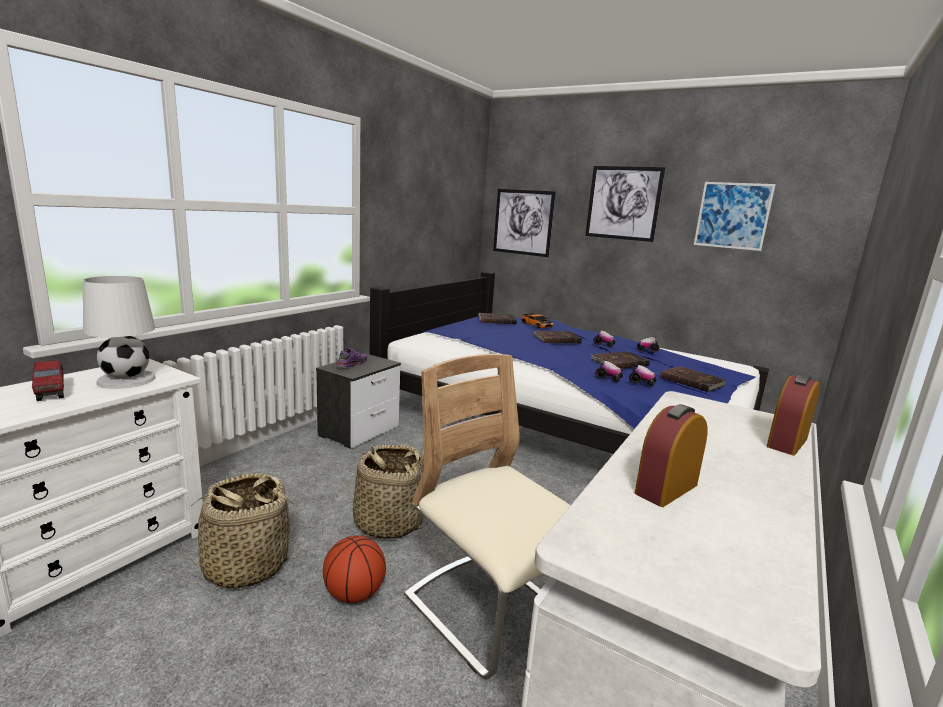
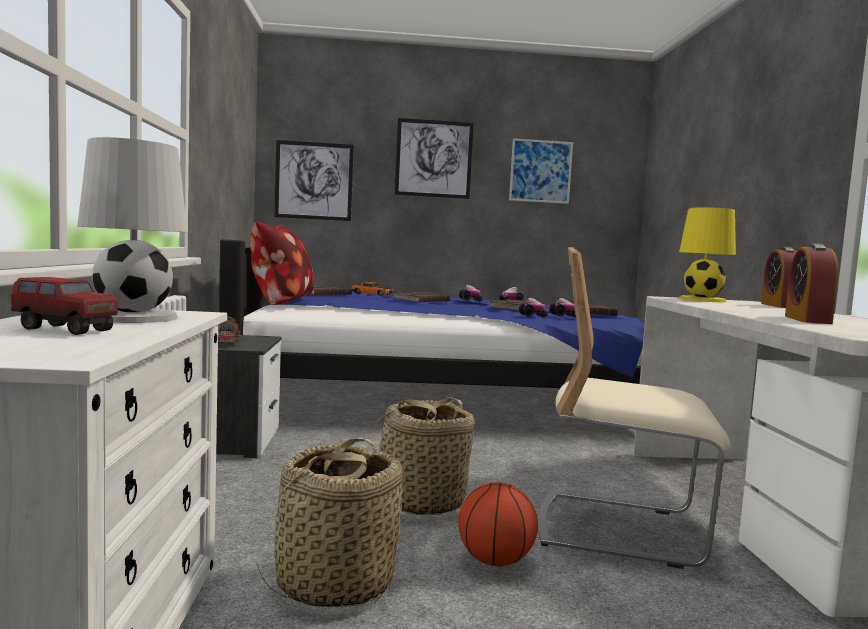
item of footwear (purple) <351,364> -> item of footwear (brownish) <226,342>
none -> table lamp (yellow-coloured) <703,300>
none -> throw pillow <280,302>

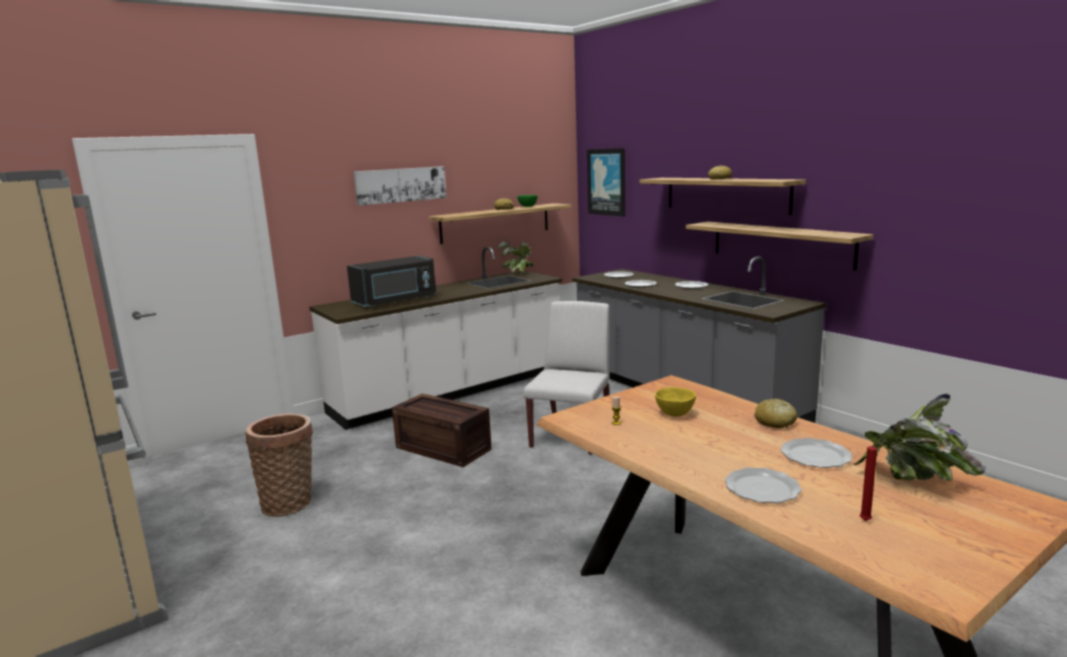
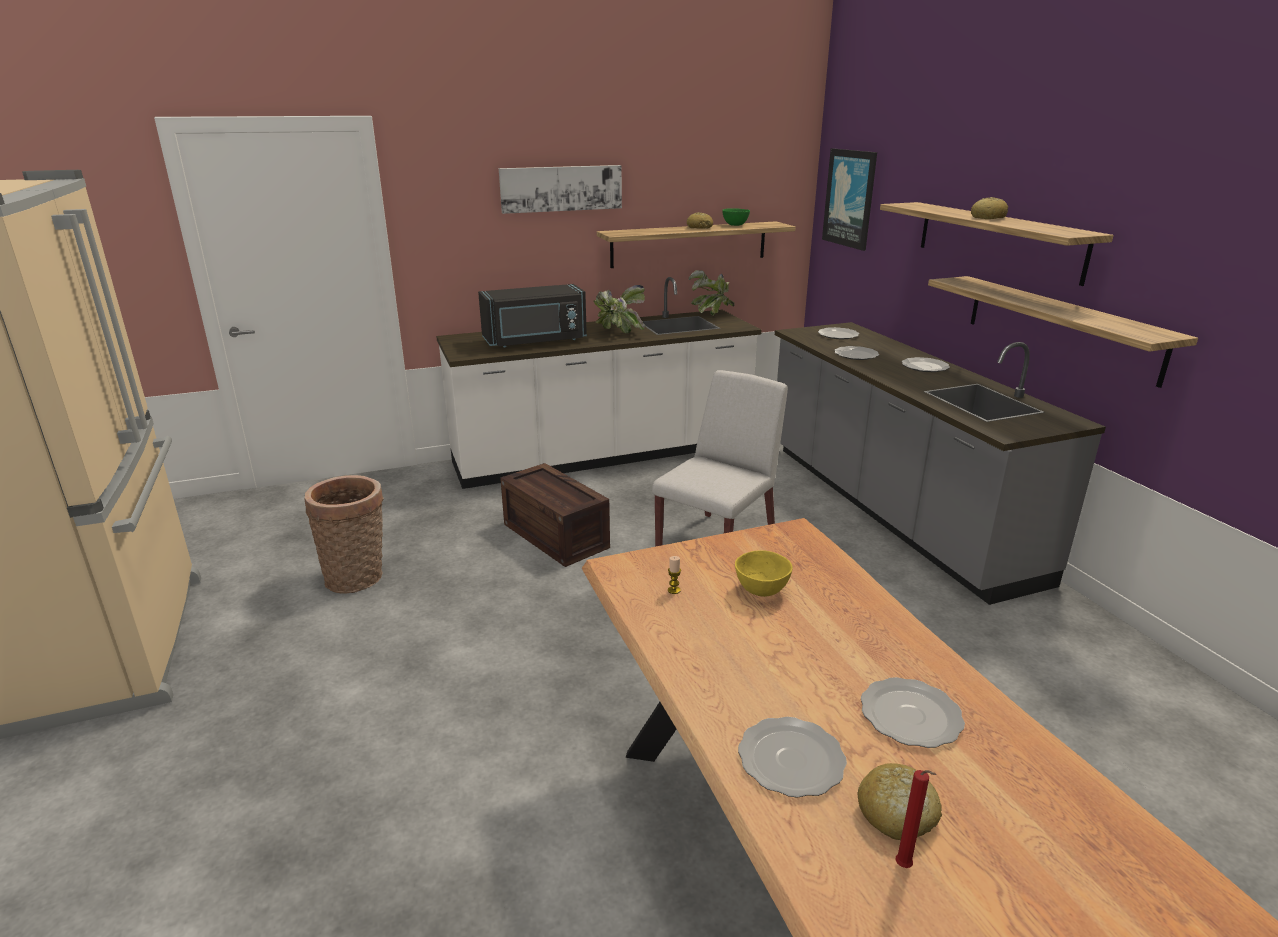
potted plant <912,482> -> potted plant <618,333>, relocated
bread <775,422> -> bread <896,813>, relocated

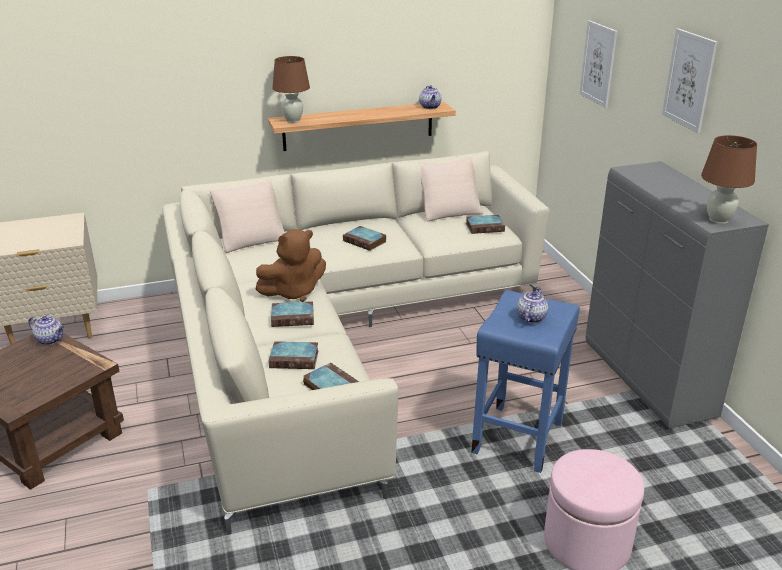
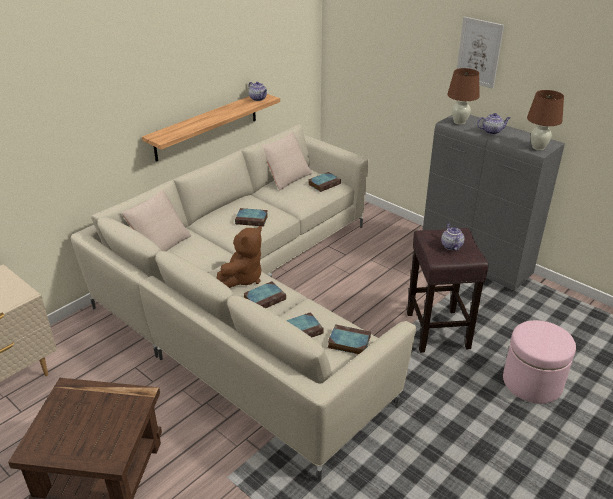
picture <598,64> -> none
table lamp (brownish) <293,120> -> table lamp (brownish) <459,122>, relocated
stool (blue-coloured) <518,436> -> stool (brownish) <437,330>
tea pot <50,340> -> tea pot <492,131>, relocated

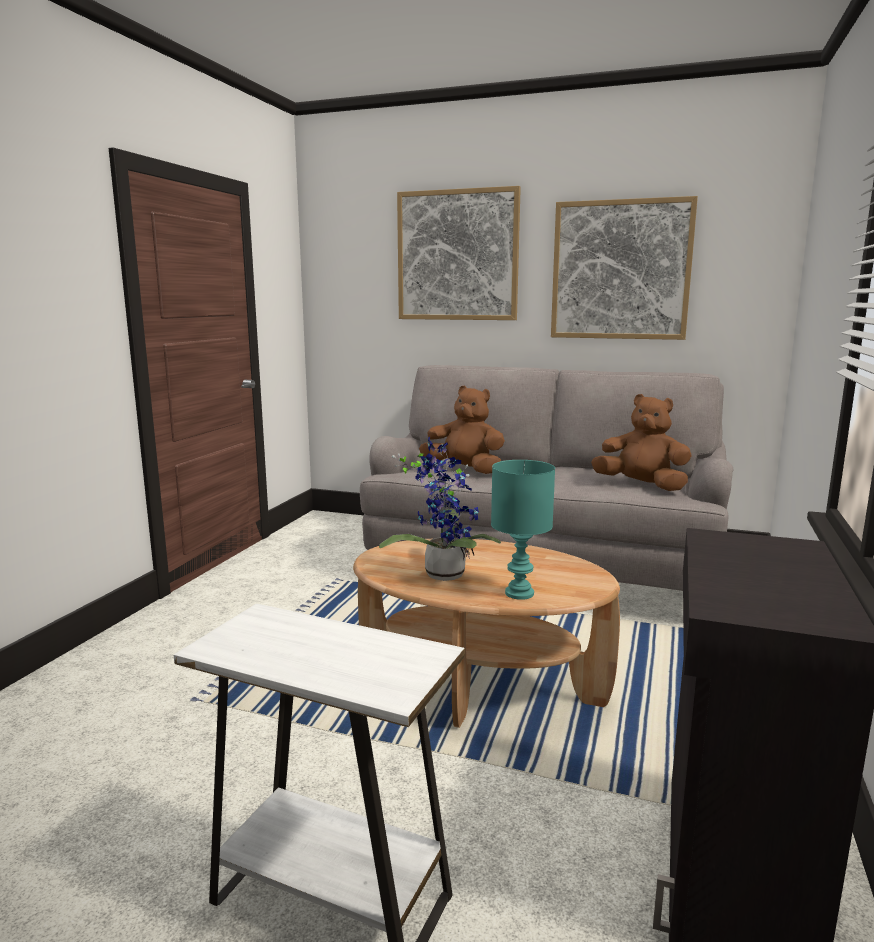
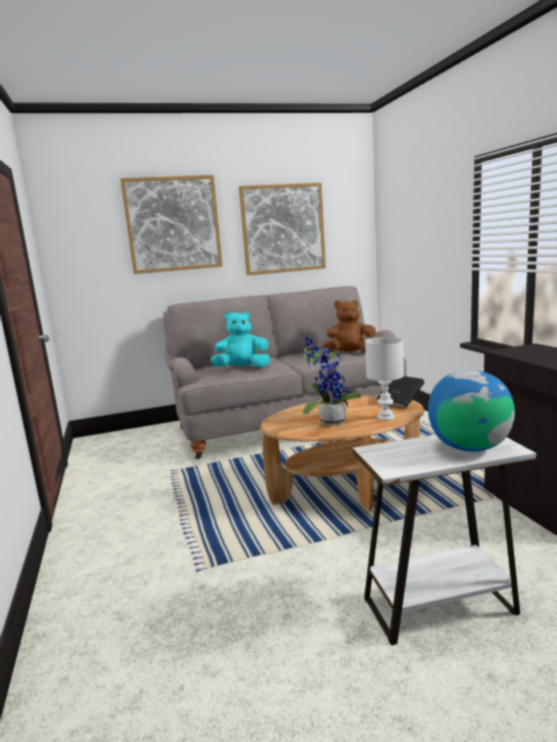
plush toy (brownish) <465,470> -> plush toy (blue-green) <242,368>
table lamp (blue-green) <520,593> -> table lamp (white-coloured) <385,417>
none -> world globe <469,447>
none -> bound book (blackish) <400,402>

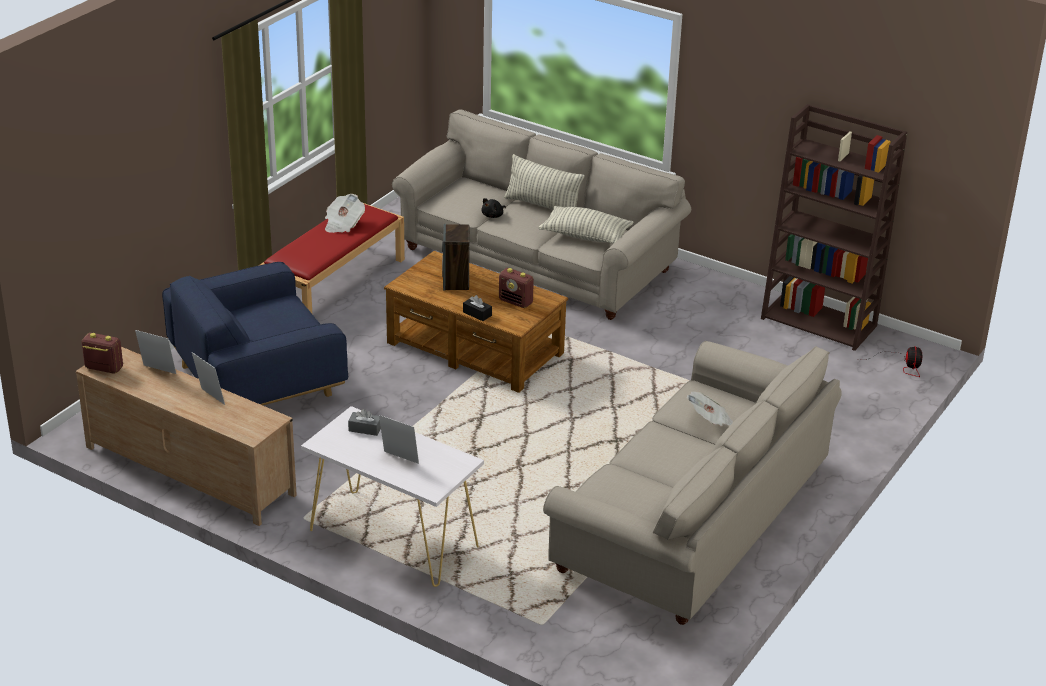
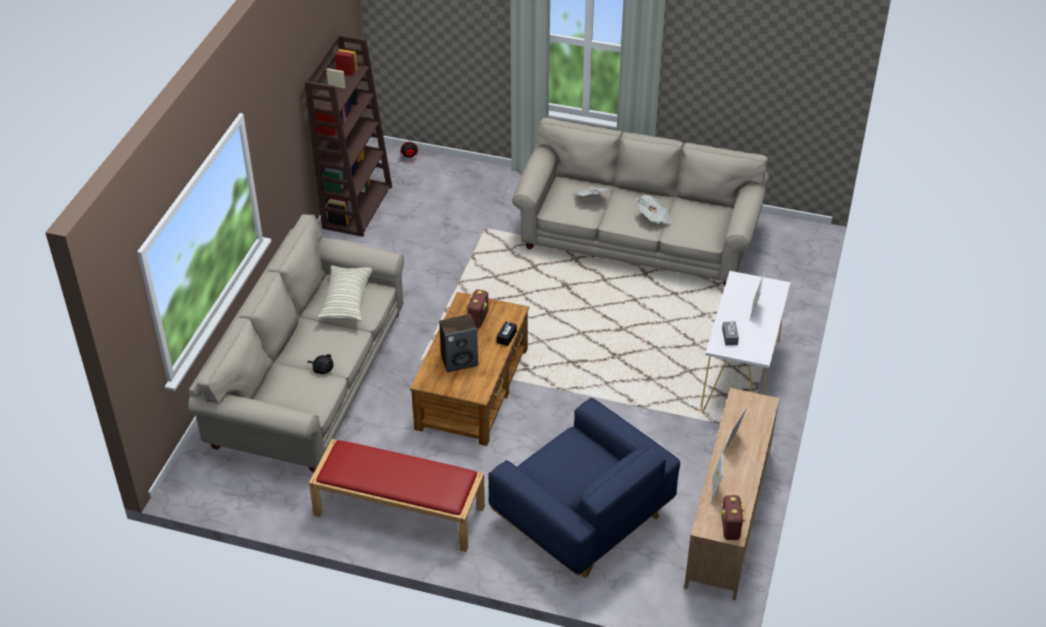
throw pillow <542,206> -> none
daily paper <343,224> -> daily paper <654,218>, relocated

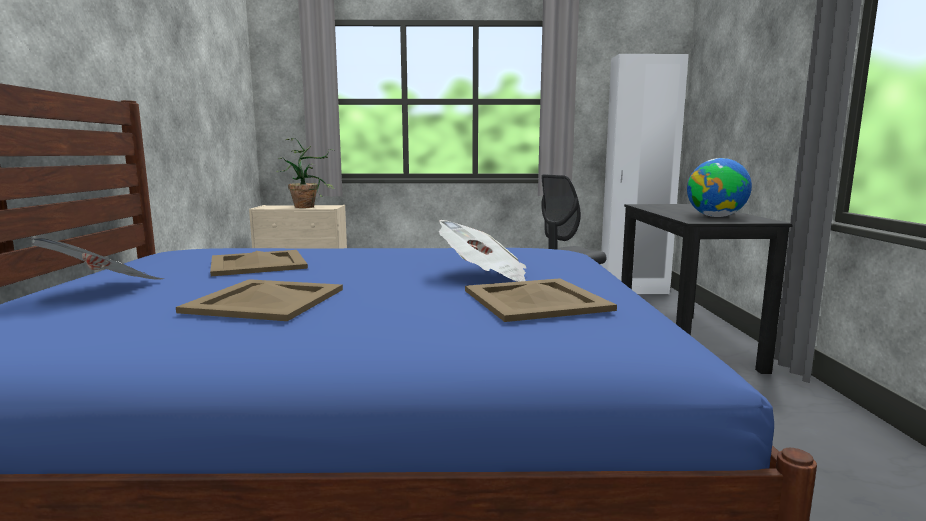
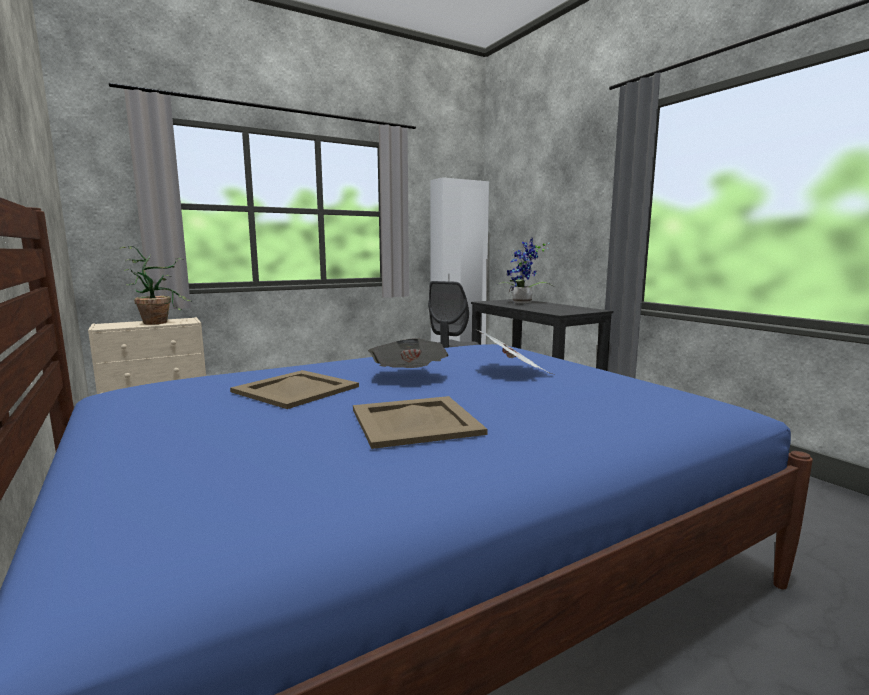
world globe <716,216> -> none
daily paper <104,288> -> daily paper <409,377>, relocated
tray (beige-coloured) <534,300> -> none
none -> potted plant <522,303>

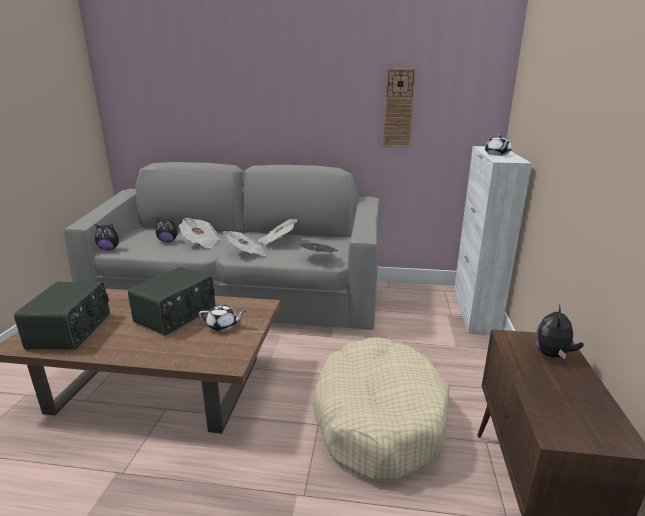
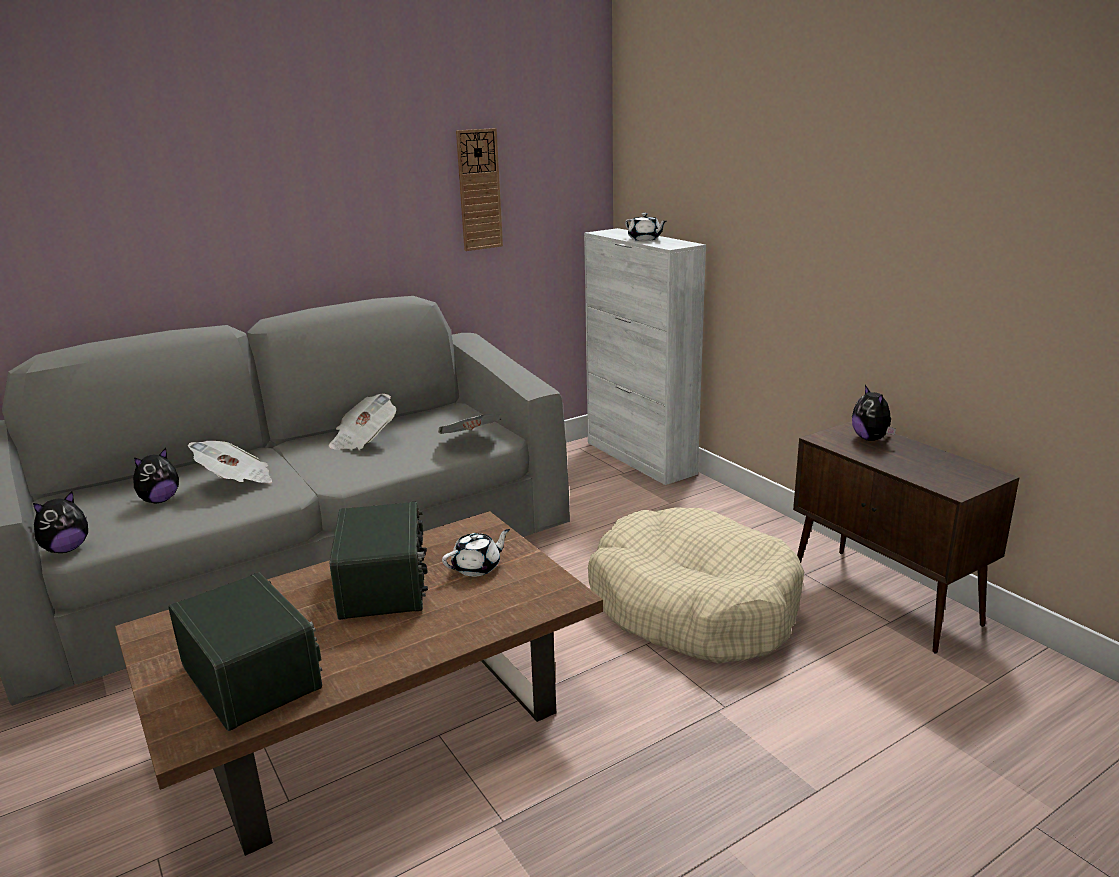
daily paper <246,253> -> none

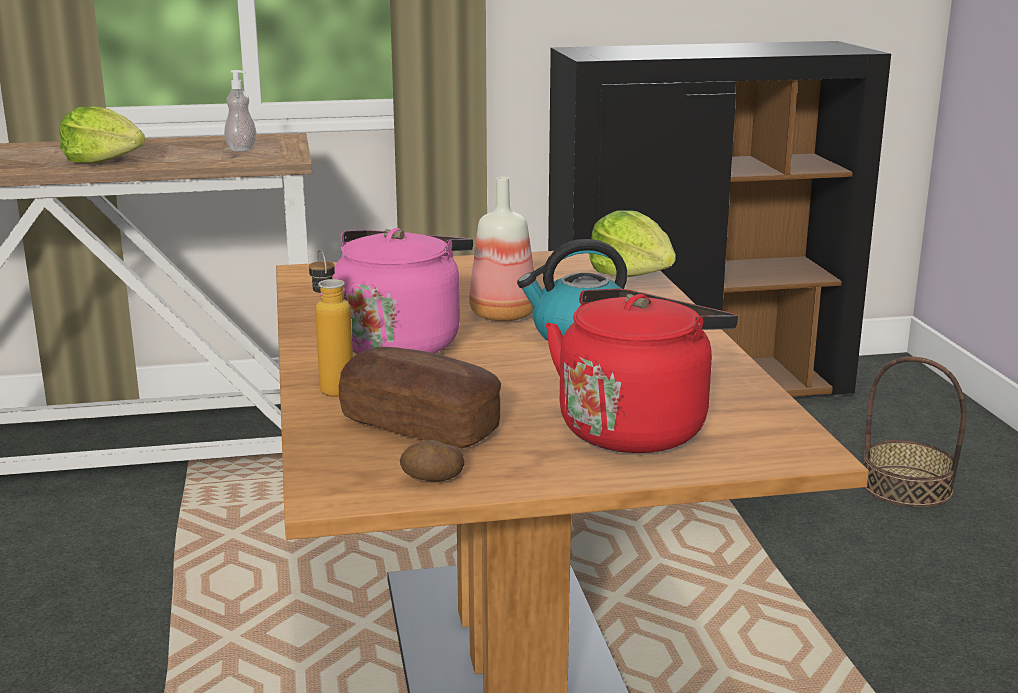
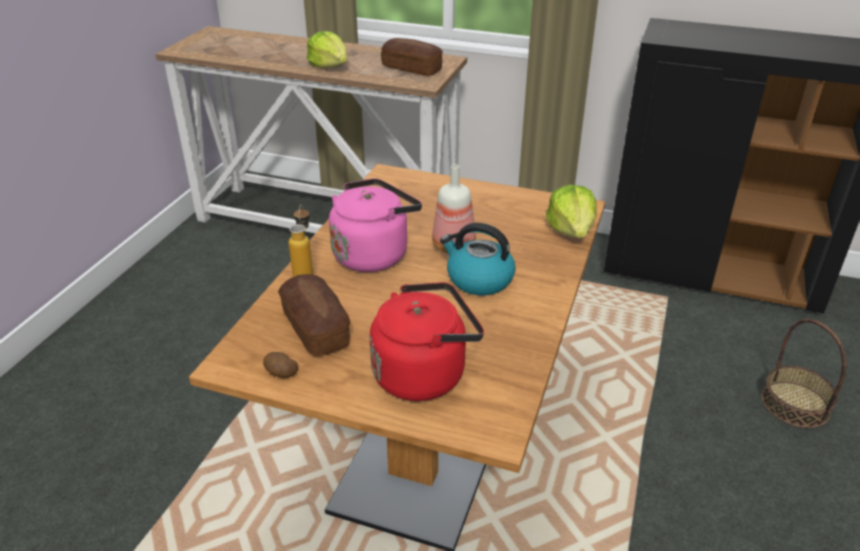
soap bottle <241,149> -> bread <411,68>

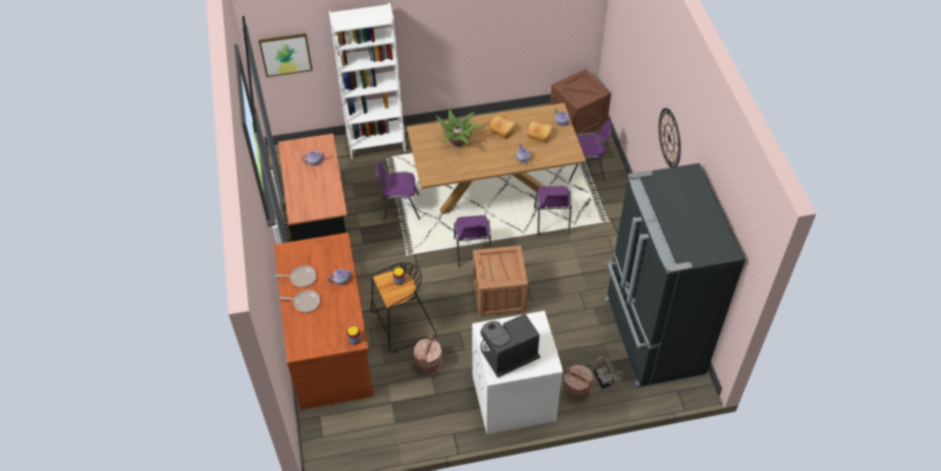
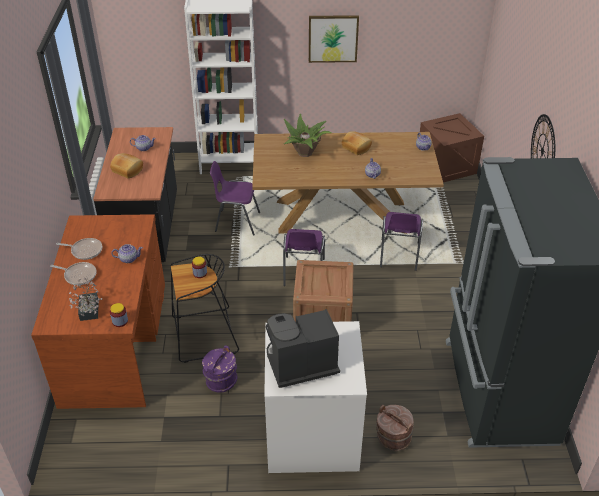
picture <285,54> -> picture <333,38>, relocated
bread <540,135> -> bread <128,170>, relocated
chair (purple) <586,169> -> none
bucket (brownish) <428,363> -> bucket (purple) <221,380>
potted plant <604,380> -> potted plant <88,312>, relocated

